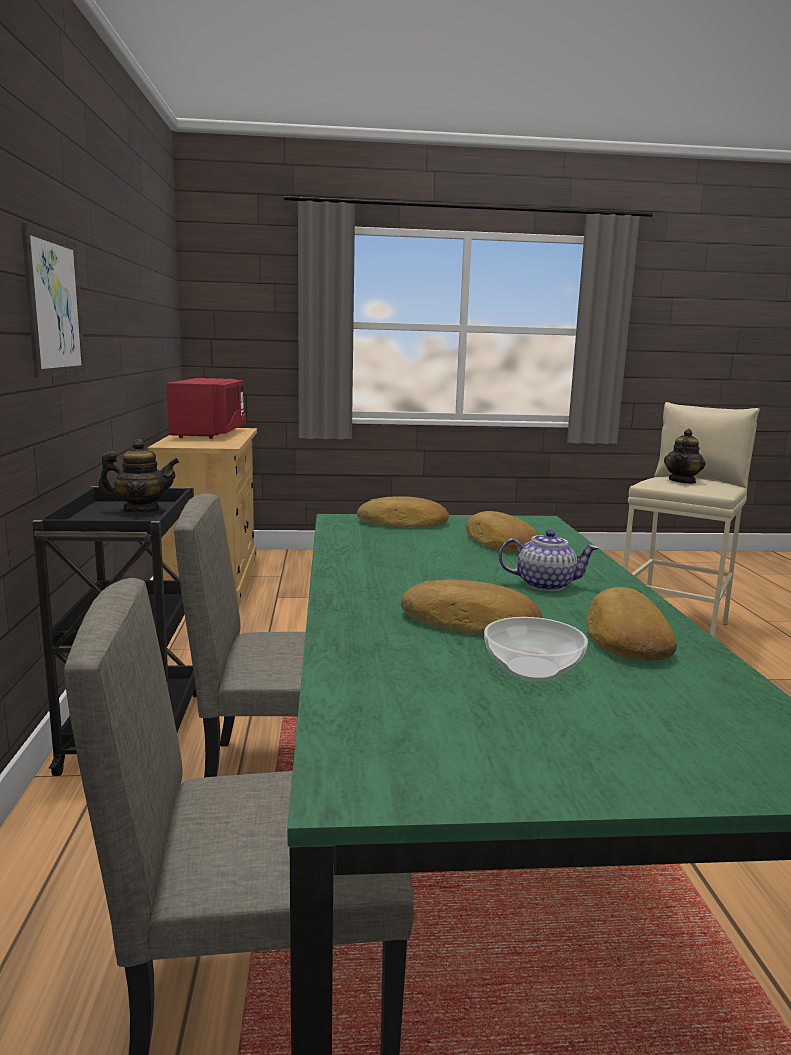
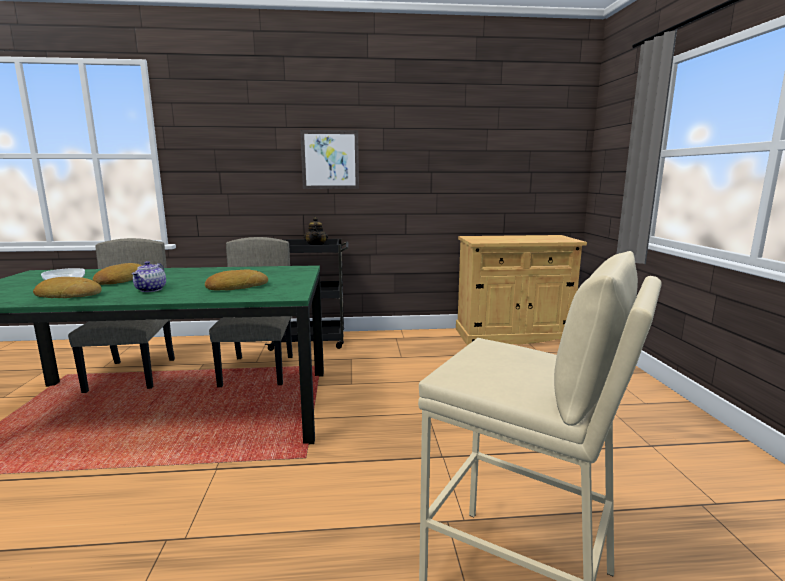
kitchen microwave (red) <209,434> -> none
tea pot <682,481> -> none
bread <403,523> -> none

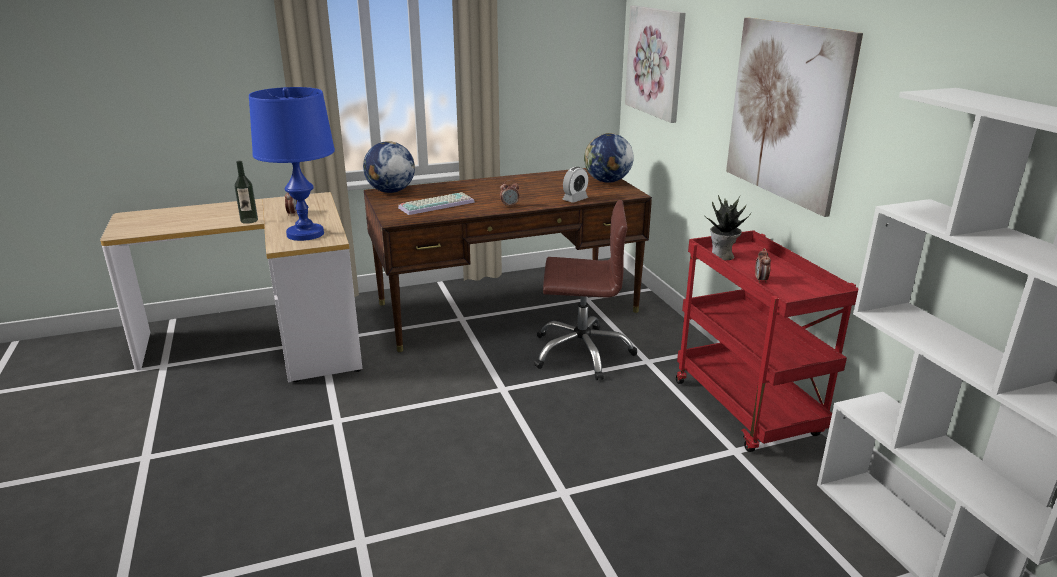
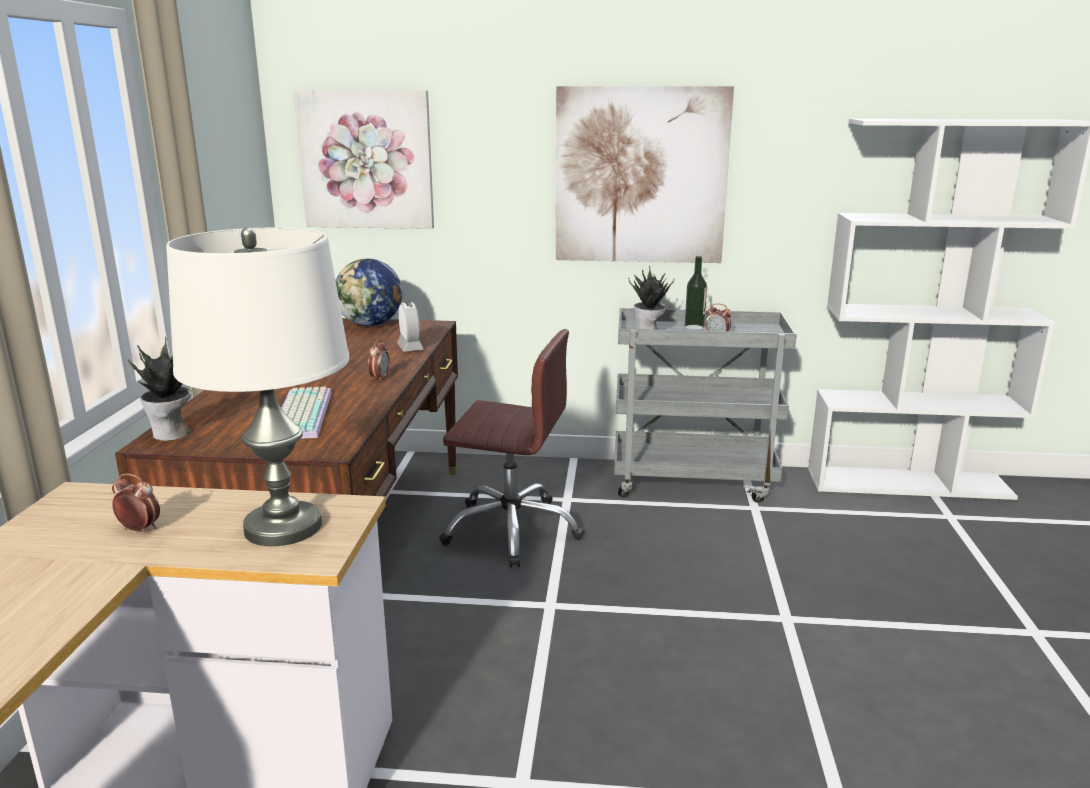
table lamp (blue-coloured) <305,234> -> table lamp (white-coloured) <283,527>
world globe <390,191> -> potted plant <172,434>
bottle <249,220> -> bottle <694,327>, relocated
office chair (brownish) <582,352> -> office chair (brownish) <512,529>, 75 degrees clockwise
cart (red) <748,410> -> cart (grey) <693,481>

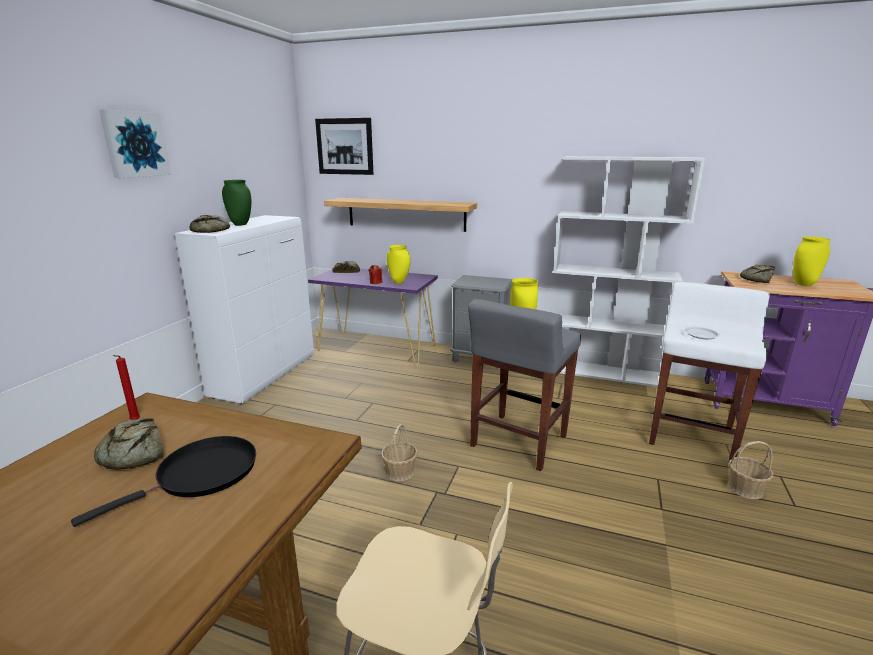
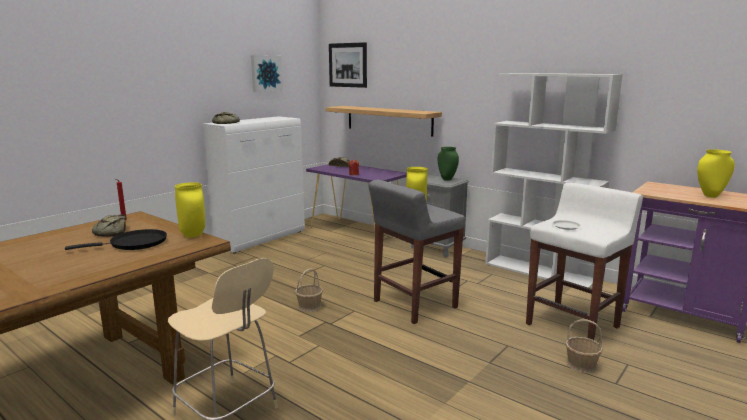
picture <134,144> -> picture <266,73>, relocated
flower vase (green) <240,224> -> flower vase (green) <446,179>, relocated
flower vase (yellow-coloured) <399,282> -> flower vase (yellow-coloured) <194,235>, relocated
bread <757,279> -> none

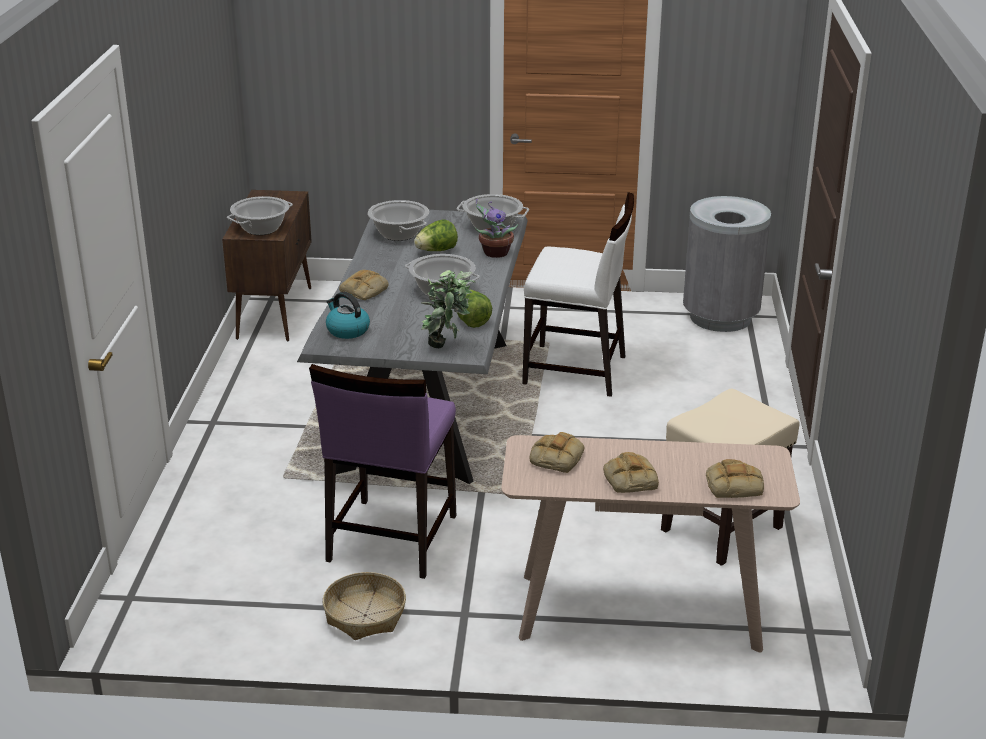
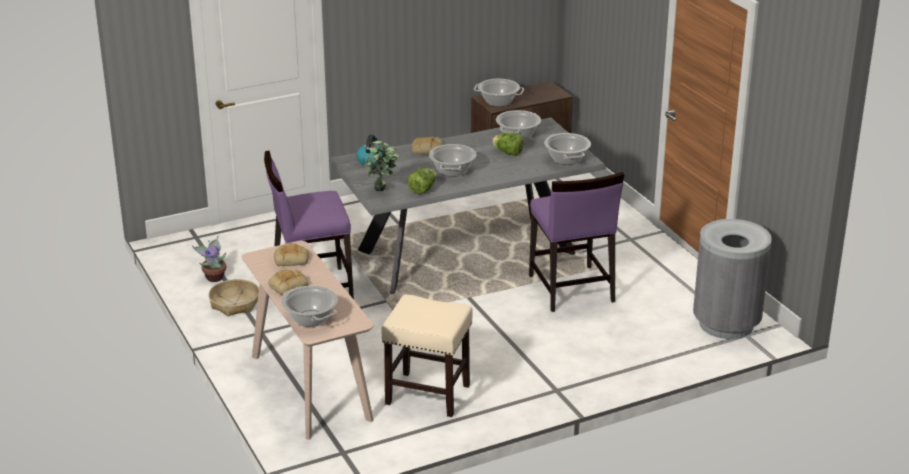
chair (white-coloured) <576,371> -> chair (purple) <571,289>
potted plant <494,253> -> potted plant <214,277>, relocated
bread <734,485> -> cooking pot <310,319>

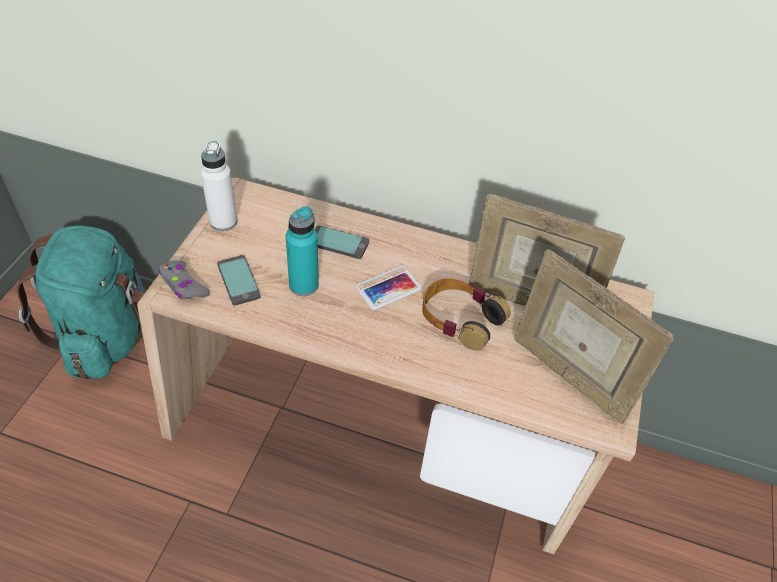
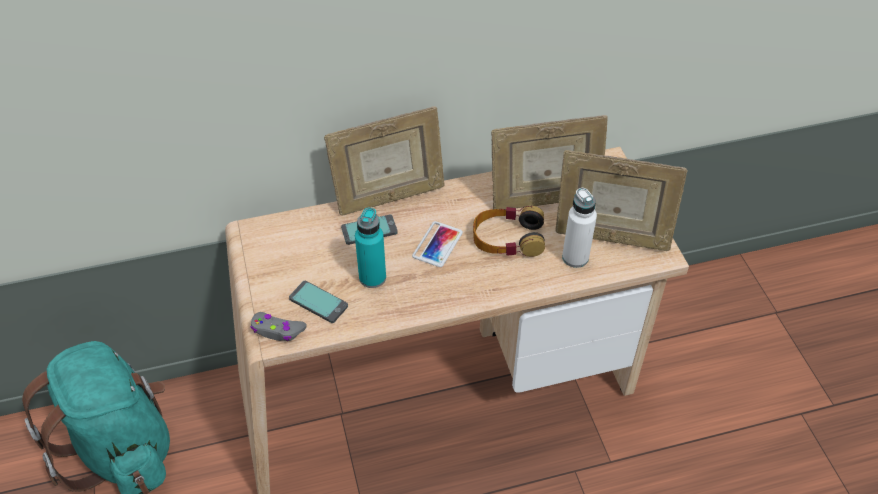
bottle (white-coloured) <223,222> -> bottle (white-coloured) <575,257>, relocated
none -> standing frame <389,198>

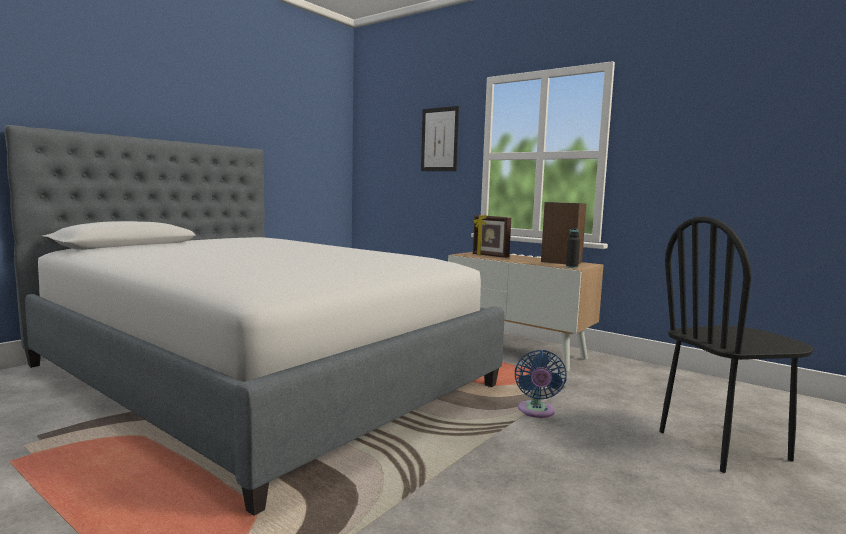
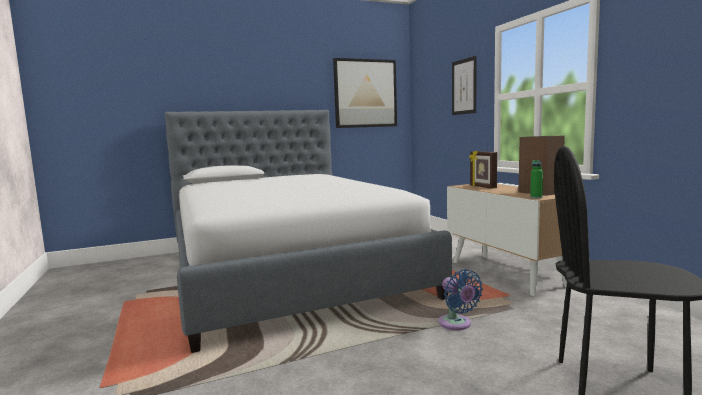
bottle (blackish) <572,267> -> bottle (green) <536,197>
electric fan (blue-coloured) <536,412> -> electric fan (blue-coloured) <456,324>, 60 degrees counterclockwise
none -> picture <365,93>

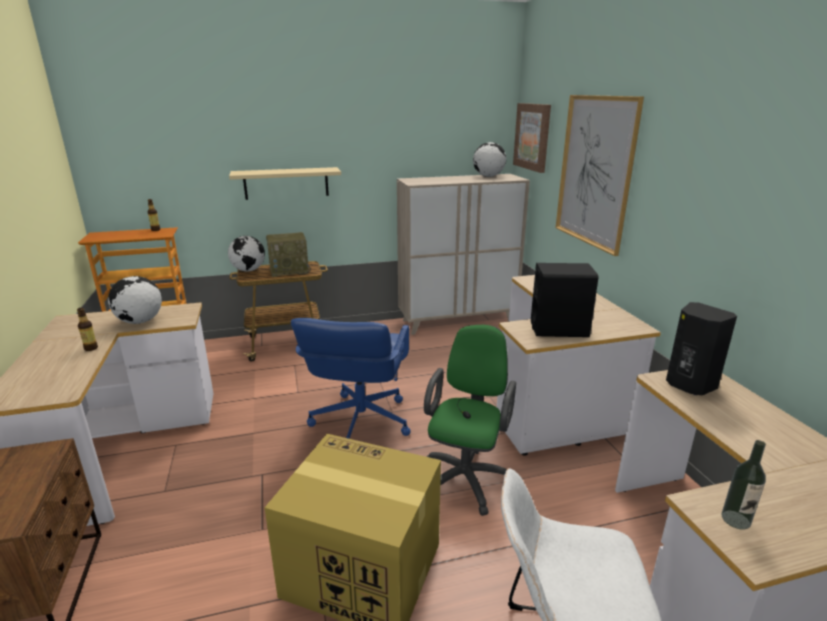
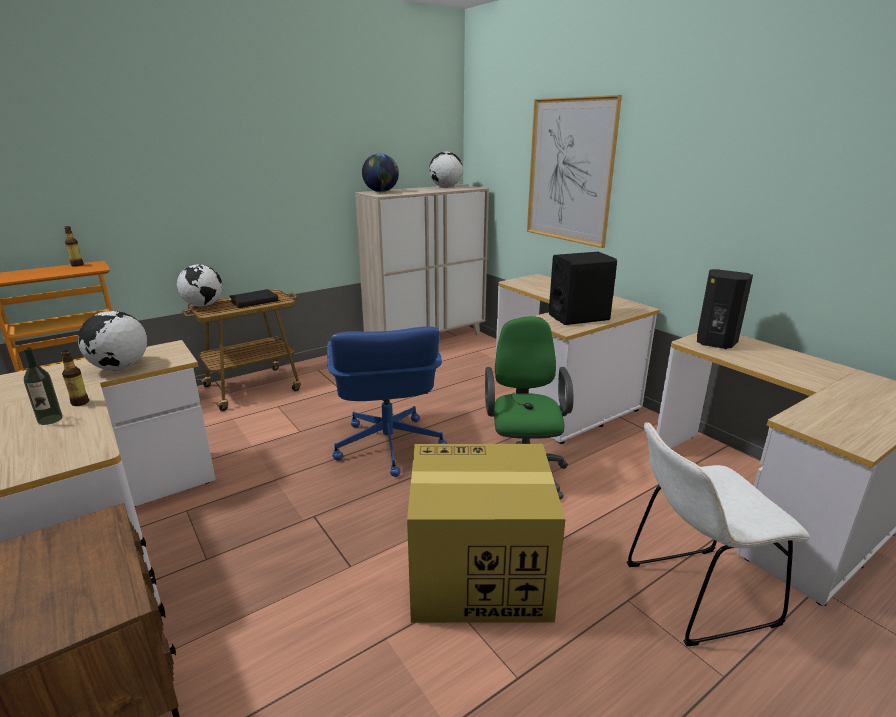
picture <532,136> -> none
shelf (beige-coloured) <286,183> -> none
radio receiver <290,270> -> bound book (blackish) <254,301>
bottle <735,519> -> bottle <50,419>, relocated
none -> world globe <381,191>

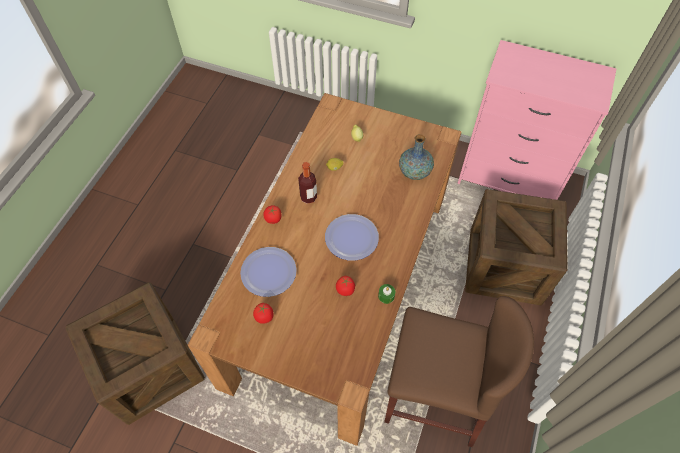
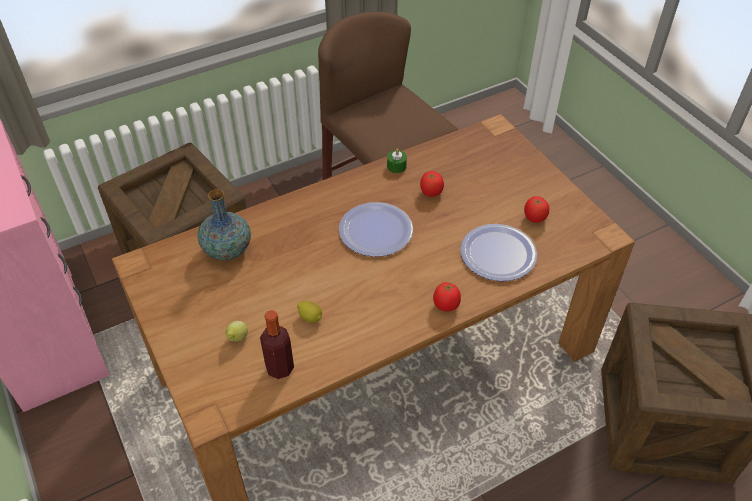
bottle <308,197> -> bottle <280,368>, relocated

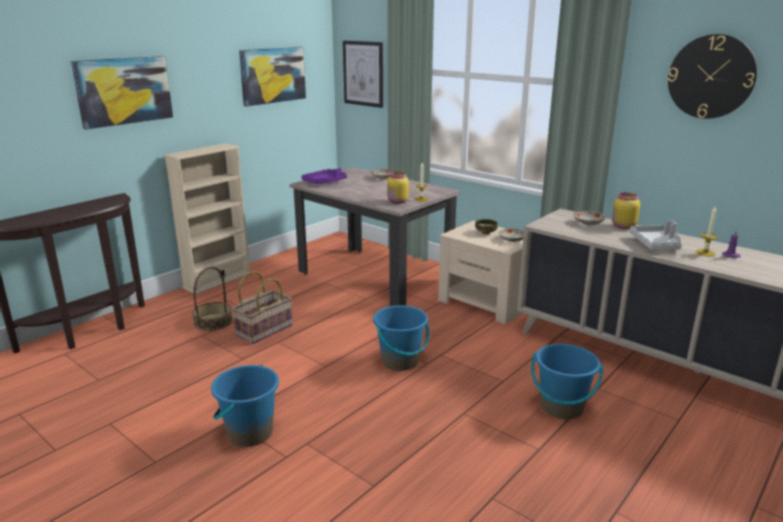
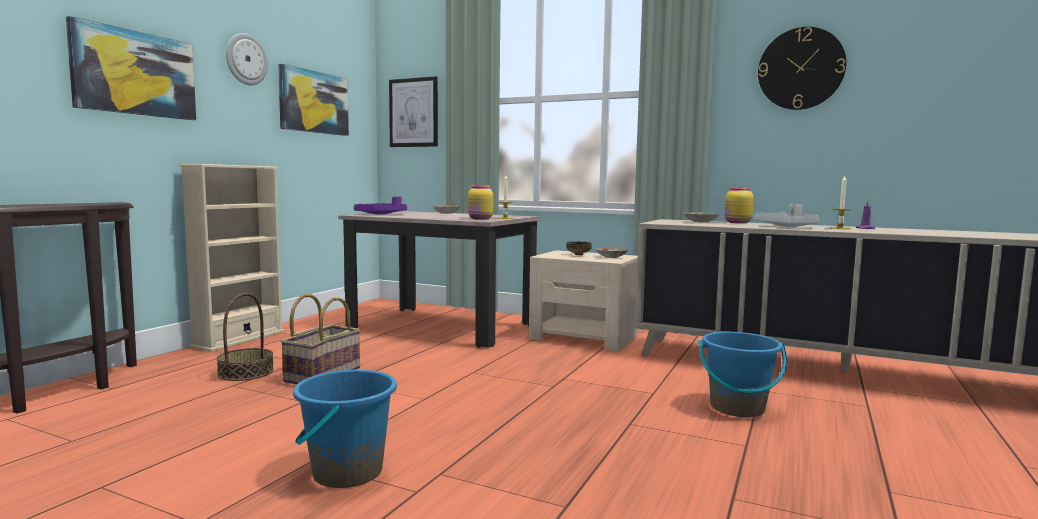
bucket (blue-coloured) <400,361> -> none
none -> clock on the wall <246,59>

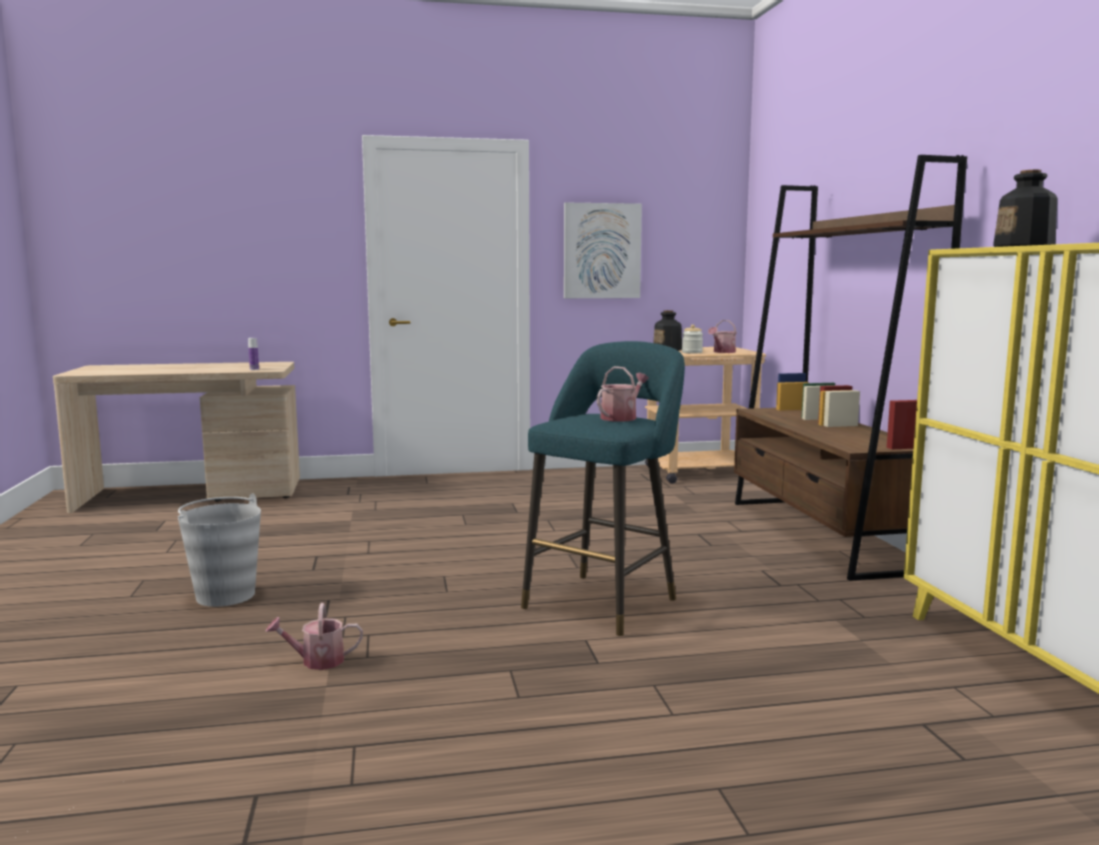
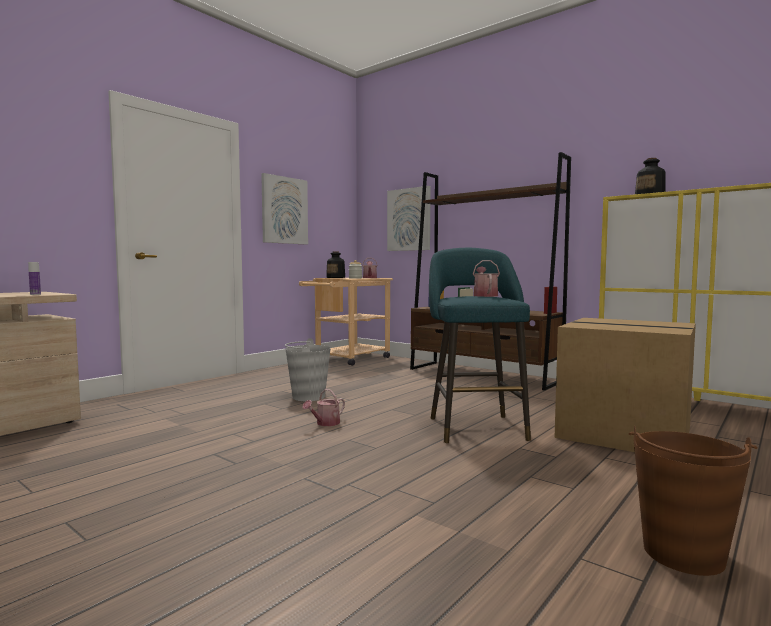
bucket (grey) <225,595> -> bucket (grey) <308,397>, relocated
watering can <317,661> -> watering can <325,423>, relocated
none -> picture <409,219>
none -> carton <626,432>
none -> bucket (brownish) <683,554>

